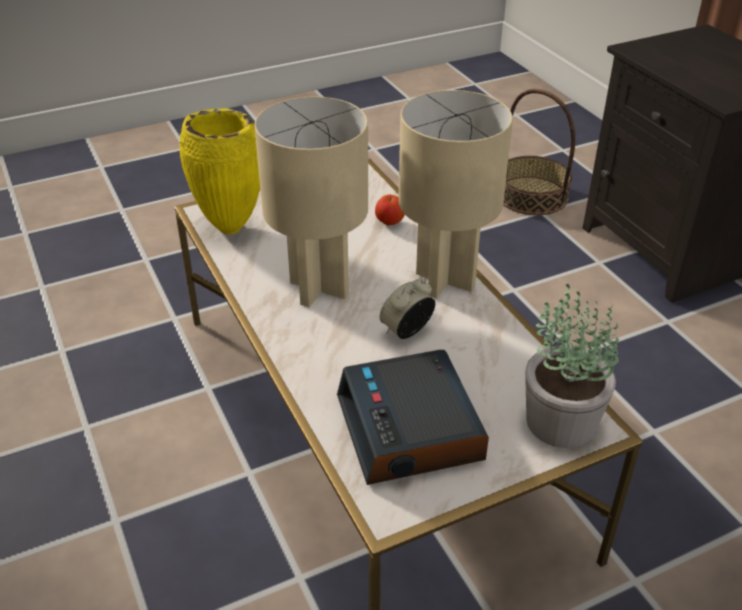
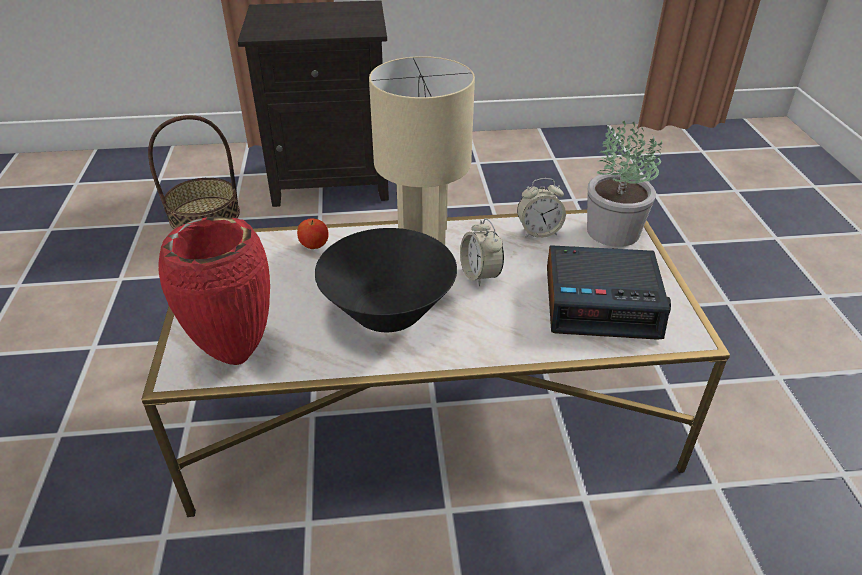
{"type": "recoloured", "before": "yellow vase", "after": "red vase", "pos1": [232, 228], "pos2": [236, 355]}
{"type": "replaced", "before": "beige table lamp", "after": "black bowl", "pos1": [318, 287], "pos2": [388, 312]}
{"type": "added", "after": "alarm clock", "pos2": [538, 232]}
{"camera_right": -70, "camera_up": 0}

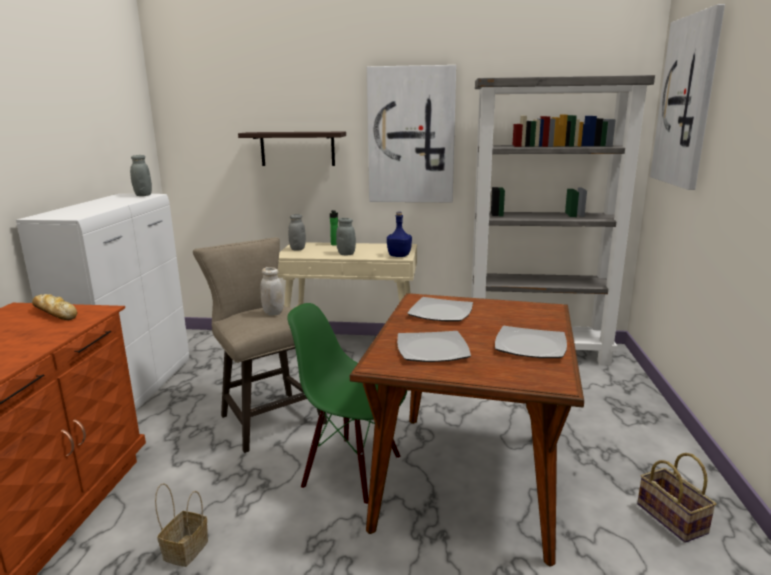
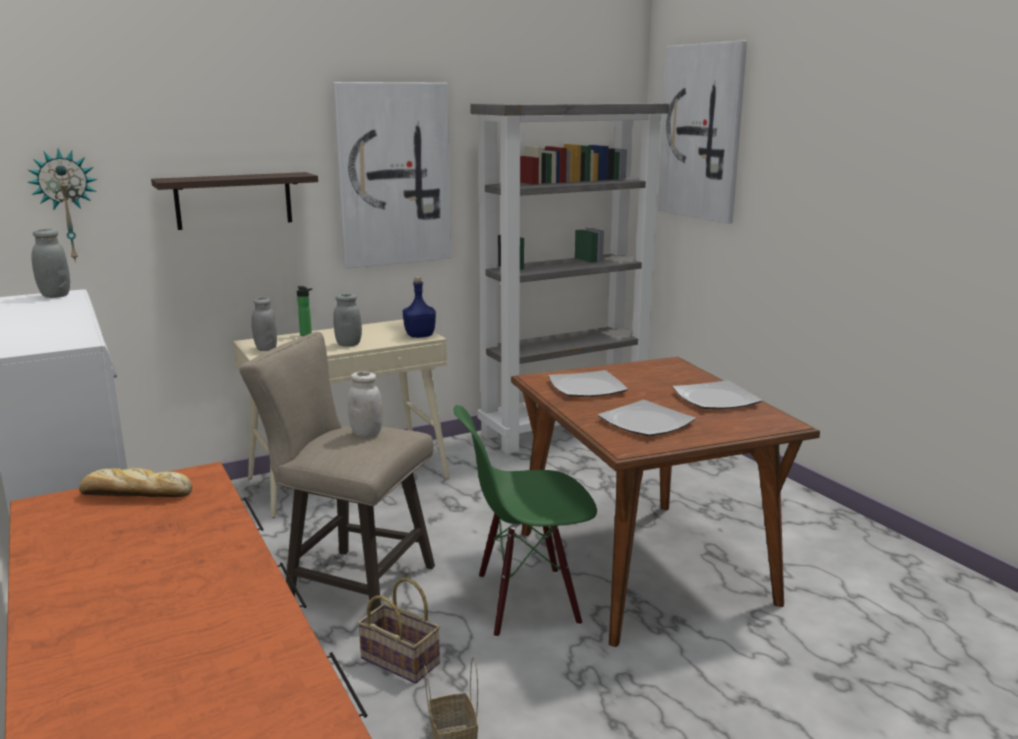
{"type": "added", "after": "wall clock", "pos2": [66, 205]}
{"type": "moved", "before": "basket", "pos1": [673, 519], "pos2": [402, 661]}
{"camera_right": -35, "camera_up": 0}

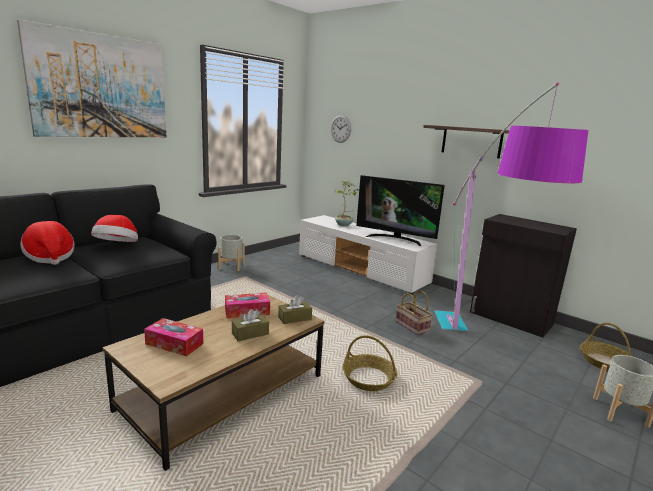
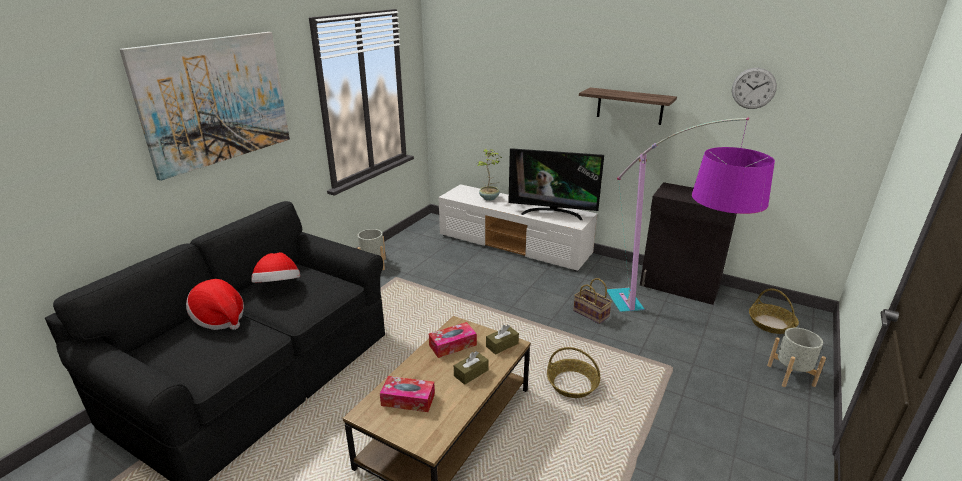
{"type": "moved", "before": "wall clock", "pos1": [340, 129], "pos2": [753, 88]}
{"camera_right": -10, "camera_up": 10}

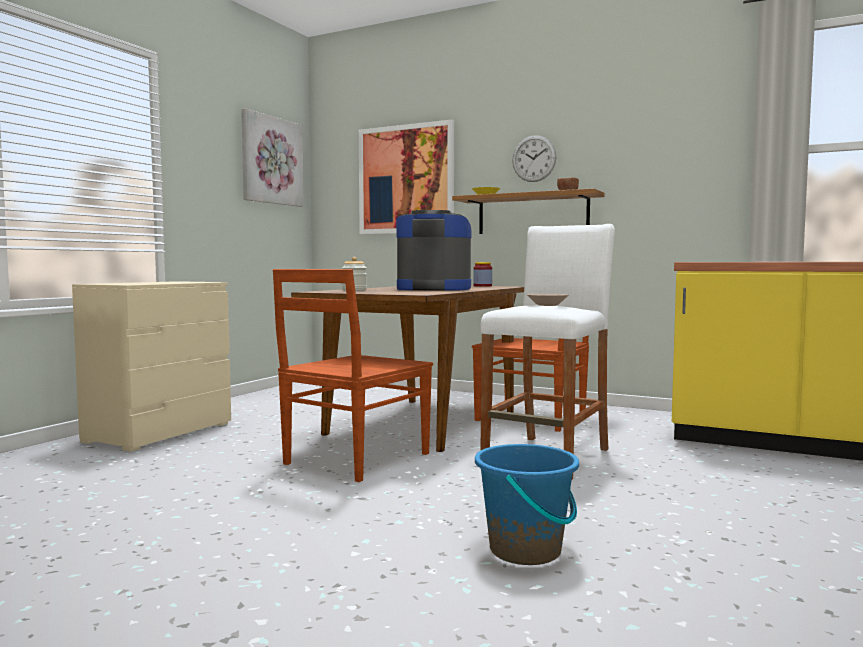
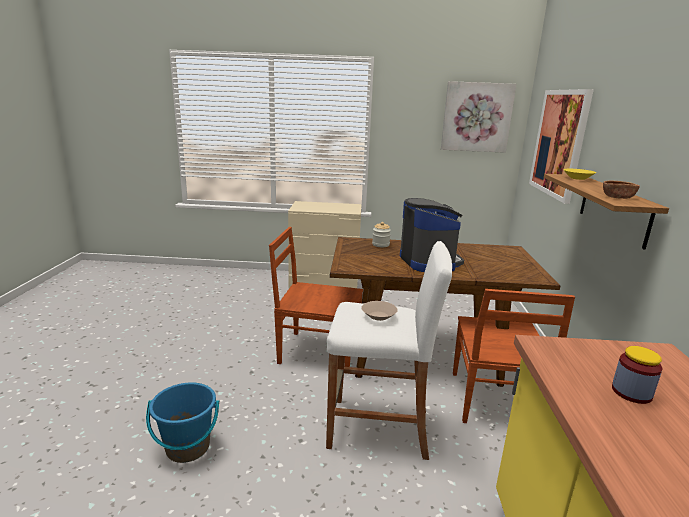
{"type": "moved", "before": "jar", "pos1": [482, 286], "pos2": [631, 392]}
{"type": "removed", "before": "wall clock", "pos1": [534, 158]}
{"camera_right": 65, "camera_up": 15}

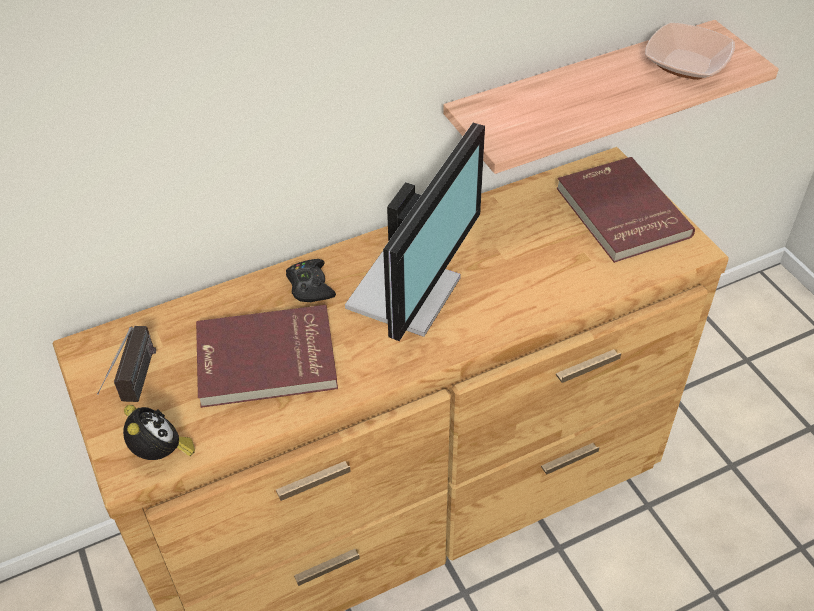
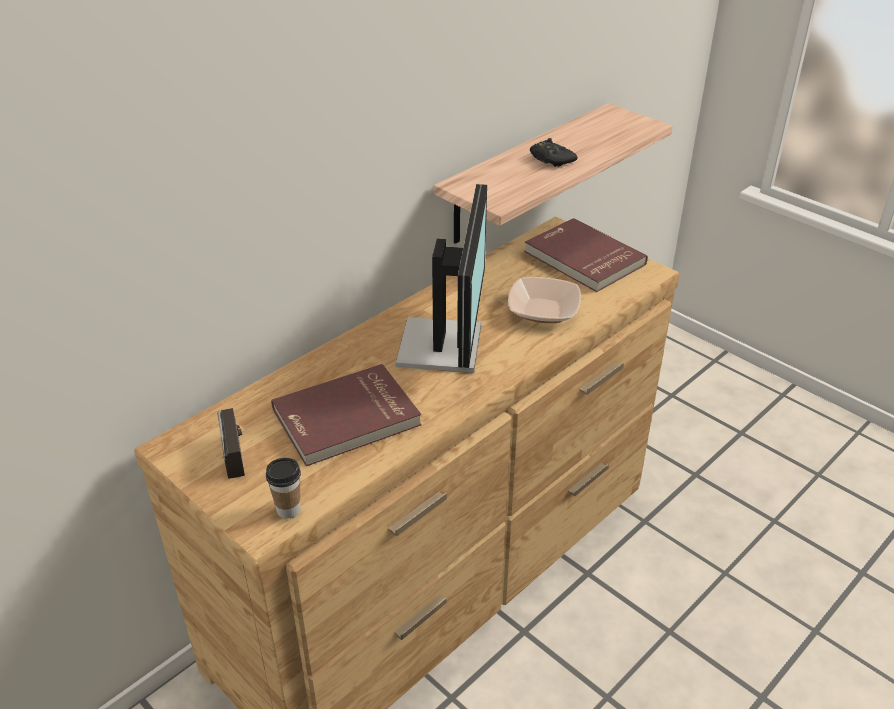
{"type": "replaced", "before": "alarm clock", "after": "cup", "pos1": [161, 454], "pos2": [288, 509]}
{"type": "moved", "before": "bowl", "pos1": [686, 64], "pos2": [543, 311]}
{"type": "moved", "before": "black game controller", "pos1": [310, 286], "pos2": [551, 159]}
{"camera_right": -20, "camera_up": -10}

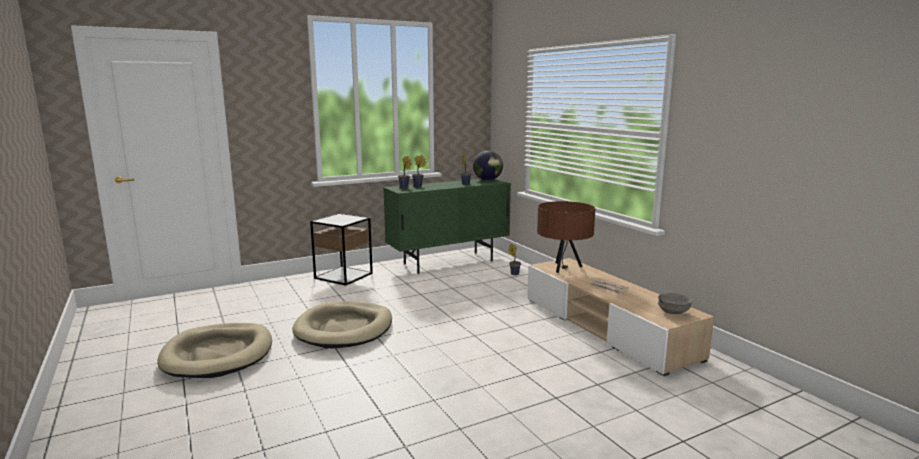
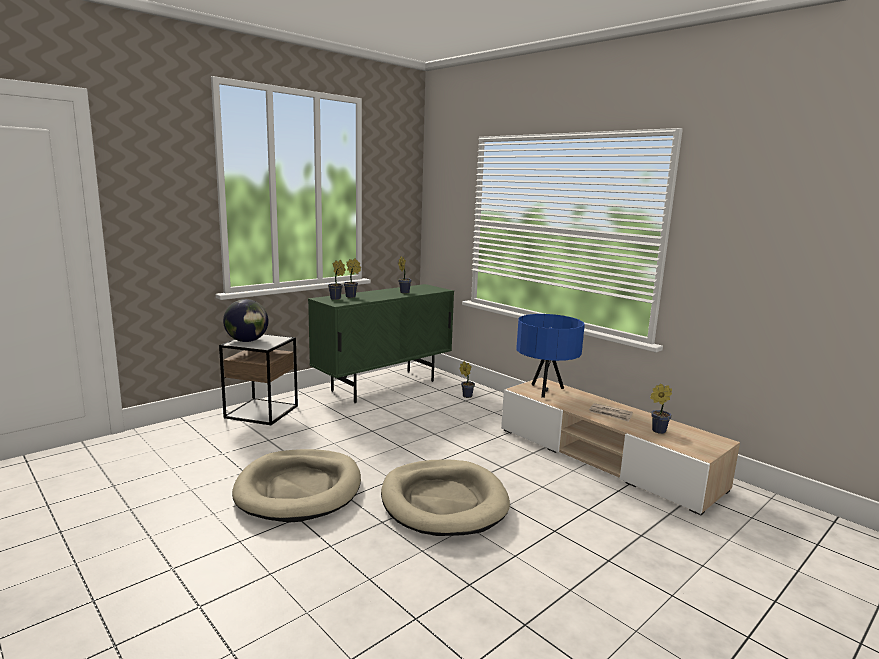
{"type": "moved", "before": "globe", "pos1": [487, 180], "pos2": [247, 341]}
{"type": "moved", "before": "beige dog bed", "pos1": [218, 354], "pos2": [443, 501]}
{"type": "recoloured", "before": "brown table lamp", "after": "blue table lamp", "pos1": [563, 268], "pos2": [545, 392]}
{"type": "added", "after": "potted plant", "pos2": [657, 431]}
{"type": "removed", "before": "grey bowl", "pos1": [673, 312]}
{"camera_right": -15, "camera_up": 0}

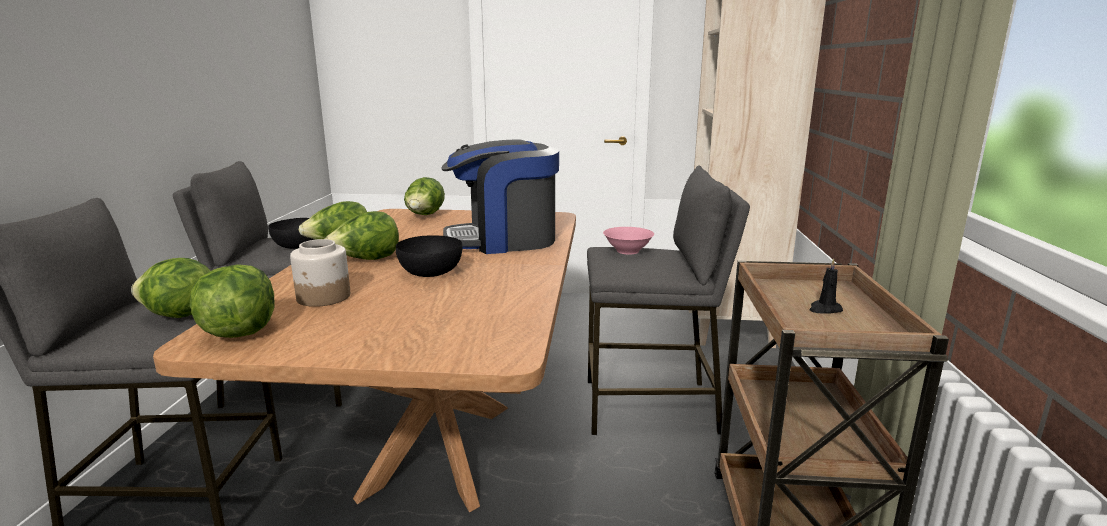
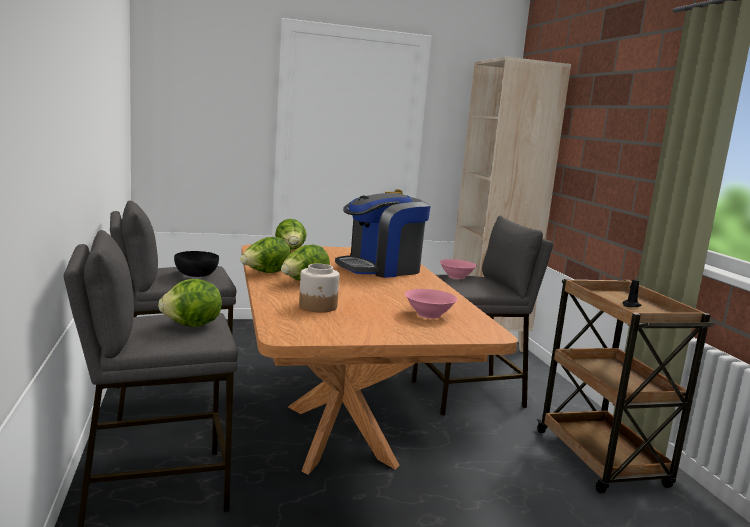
{"type": "added", "after": "pink bowl", "pos2": [428, 314]}
{"type": "removed", "before": "lettuce", "pos1": [239, 332]}
{"type": "removed", "before": "black bowl", "pos1": [431, 272]}
{"camera_right": -20, "camera_up": -5}

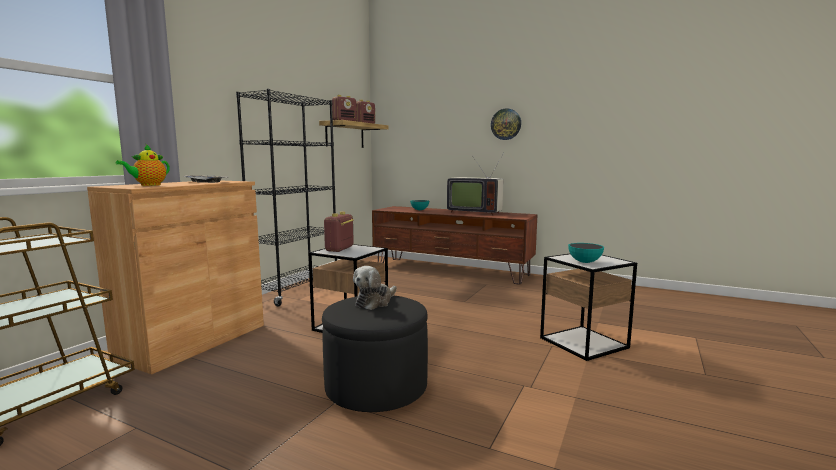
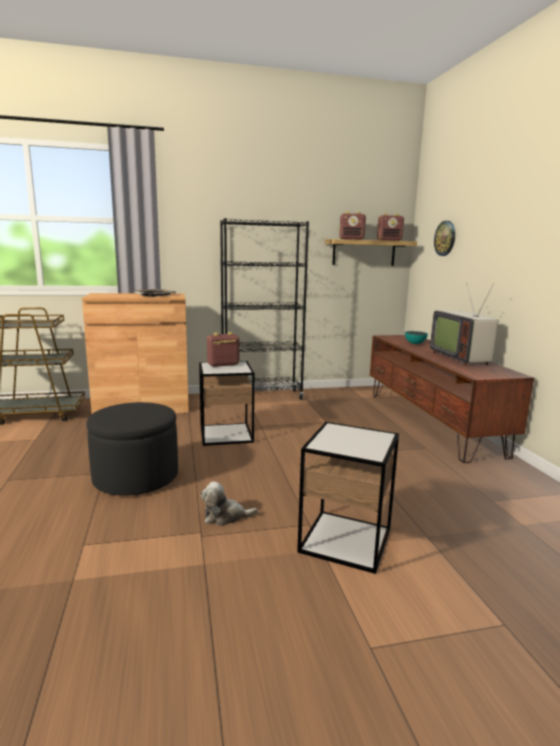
{"type": "moved", "before": "plush toy", "pos1": [375, 302], "pos2": [225, 517]}
{"type": "moved", "before": "wall clock", "pos1": [506, 124], "pos2": [445, 238]}
{"type": "removed", "before": "teapot", "pos1": [148, 185]}
{"type": "removed", "before": "bowl", "pos1": [585, 262]}
{"camera_right": 50, "camera_up": 5}

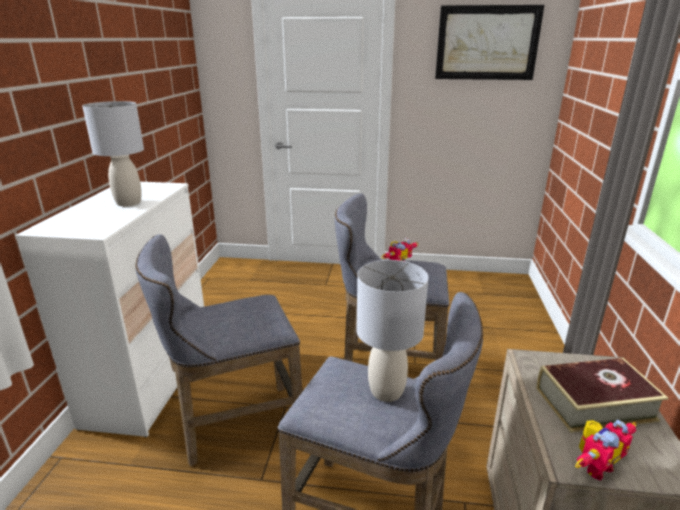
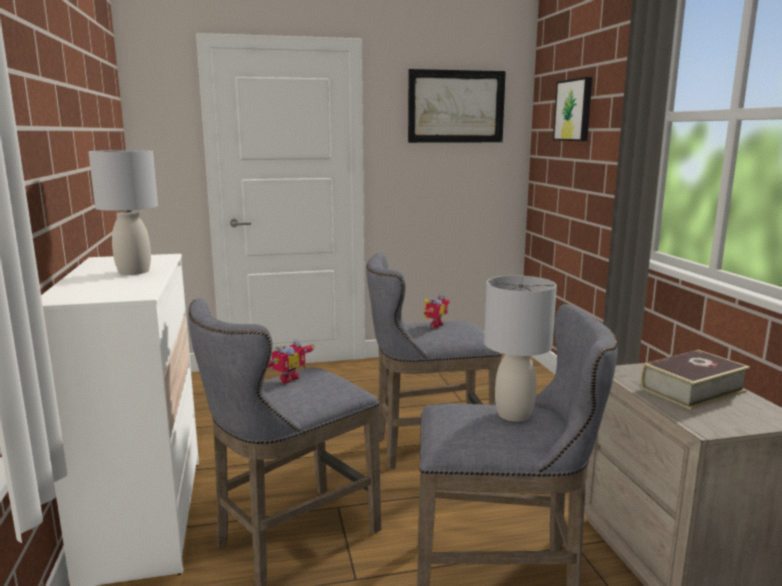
{"type": "moved", "before": "toy robot", "pos1": [594, 465], "pos2": [286, 378]}
{"type": "added", "after": "picture", "pos2": [574, 110]}
{"camera_right": -20, "camera_up": -10}

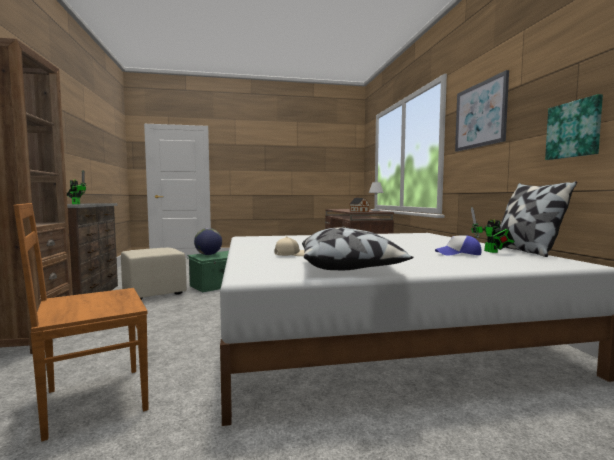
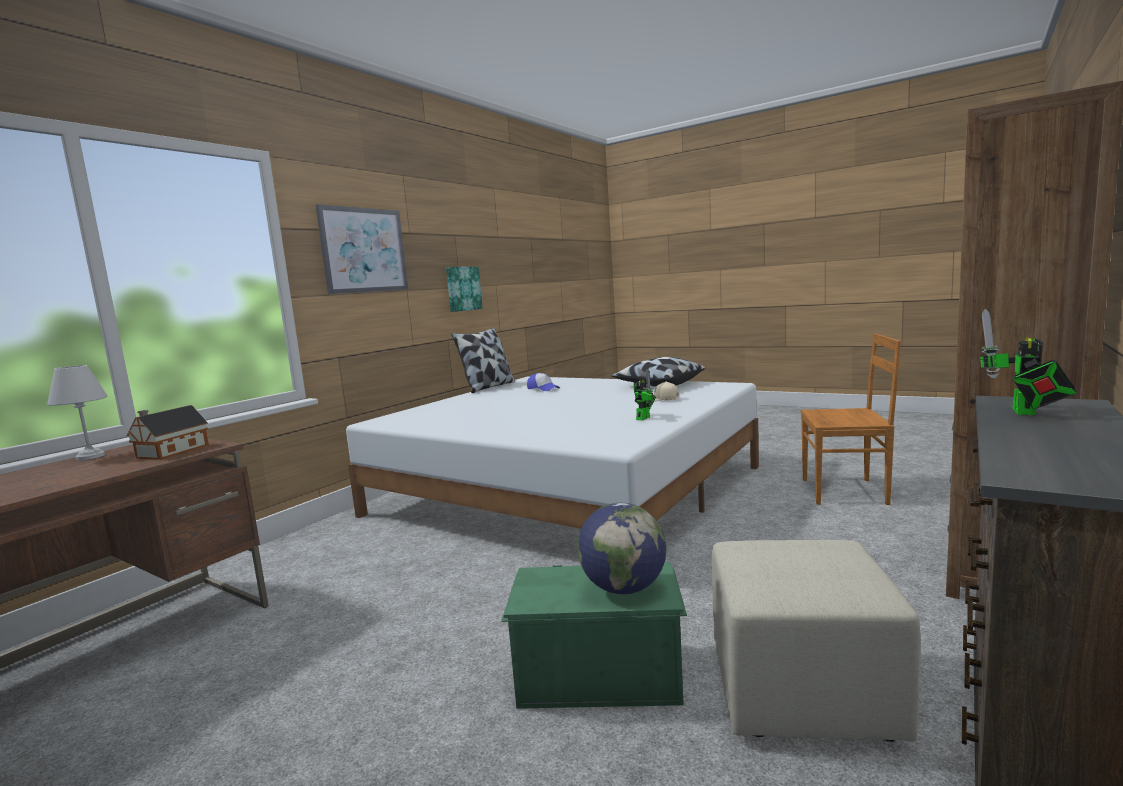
{"type": "moved", "before": "toy robot", "pos1": [492, 252], "pos2": [644, 418]}
{"camera_right": -135, "camera_up": 5}

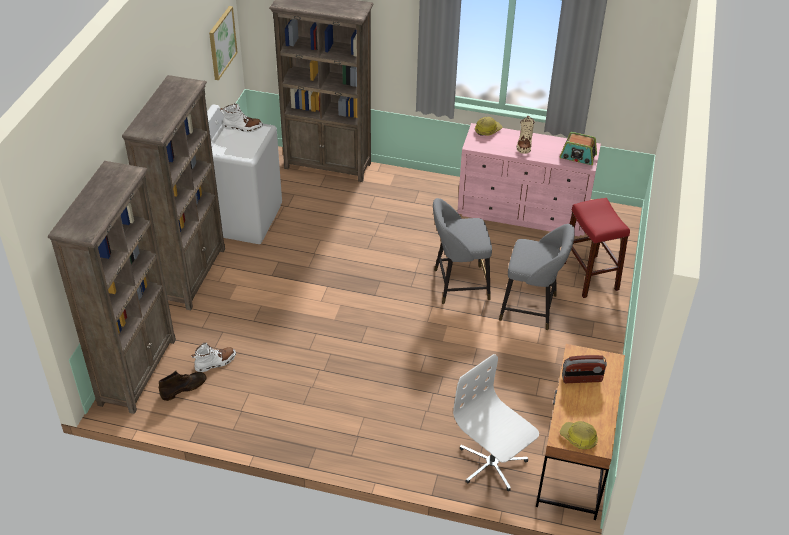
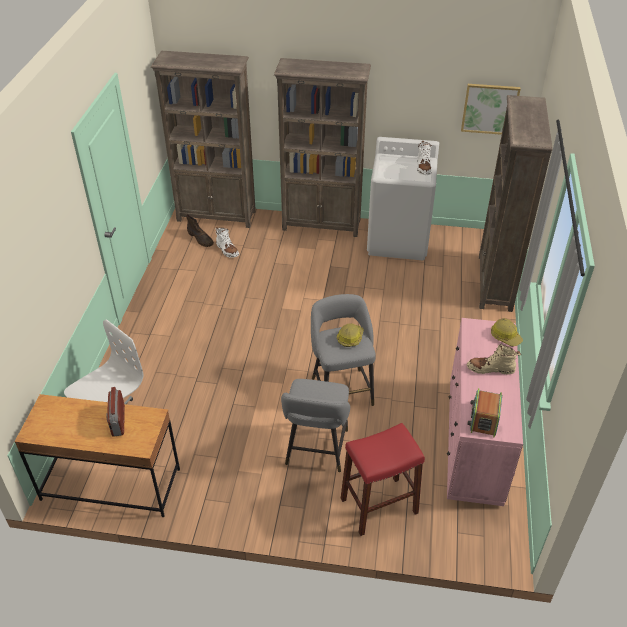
{"type": "moved", "before": "hard hat", "pos1": [578, 438], "pos2": [350, 338]}
{"camera_right": 85, "camera_up": 0}

